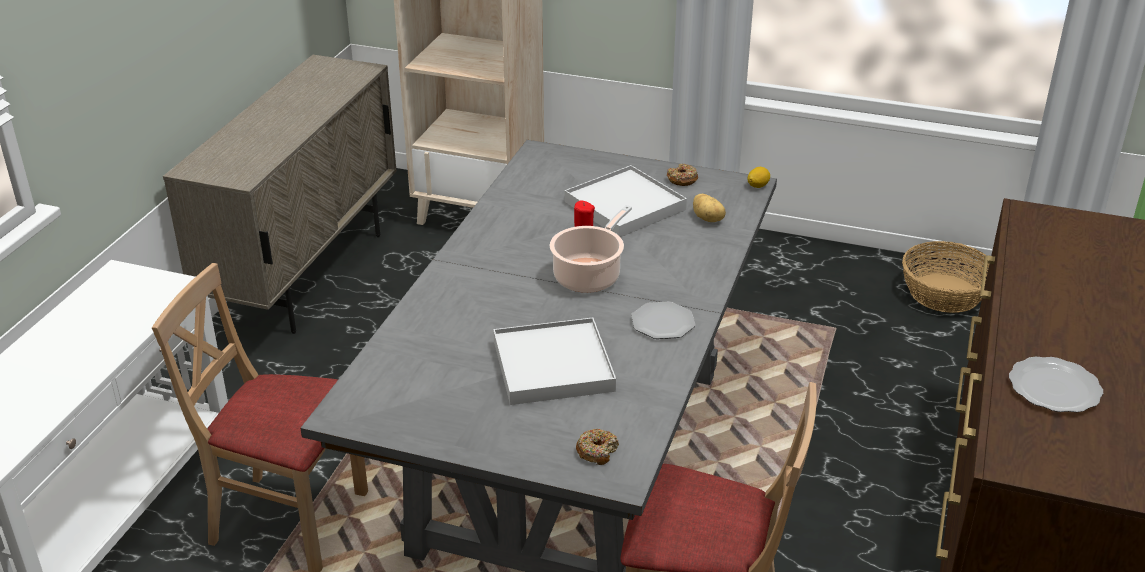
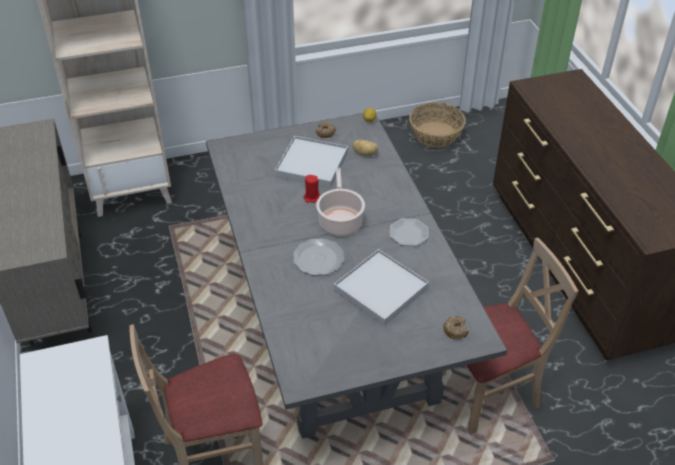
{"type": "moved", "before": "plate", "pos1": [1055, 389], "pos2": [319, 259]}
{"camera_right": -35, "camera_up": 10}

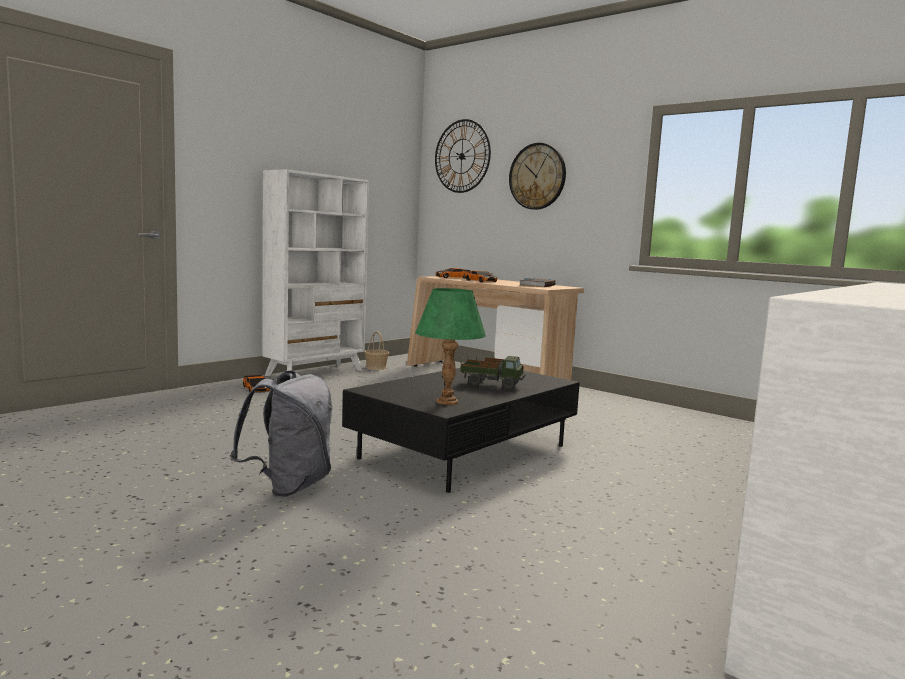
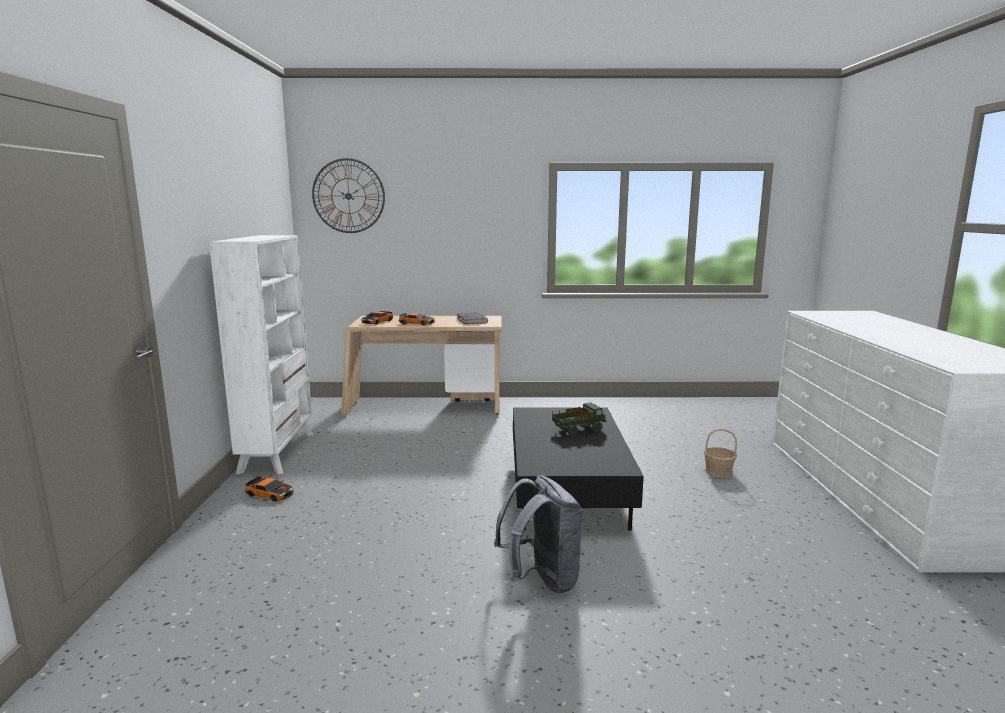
{"type": "moved", "before": "basket", "pos1": [376, 367], "pos2": [718, 472]}
{"type": "removed", "before": "green table lamp", "pos1": [446, 402]}
{"type": "removed", "before": "wall clock", "pos1": [537, 176]}
{"camera_right": -40, "camera_up": 5}

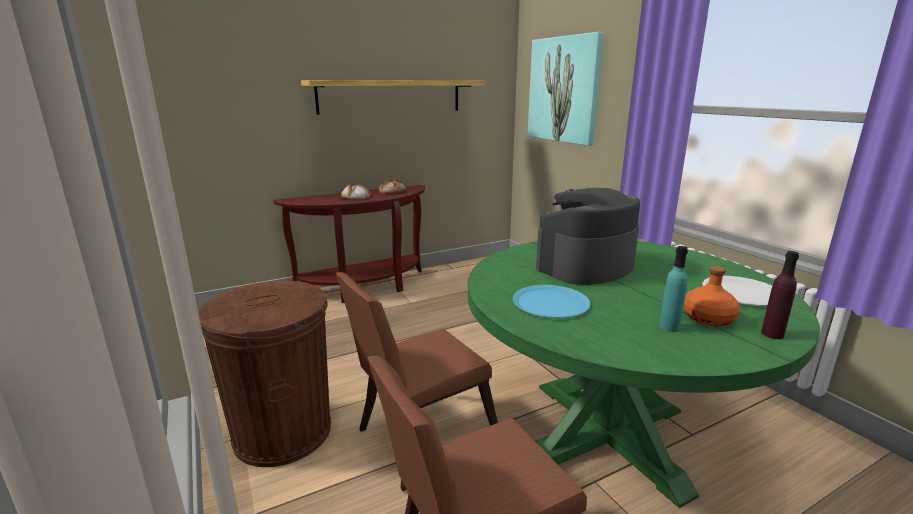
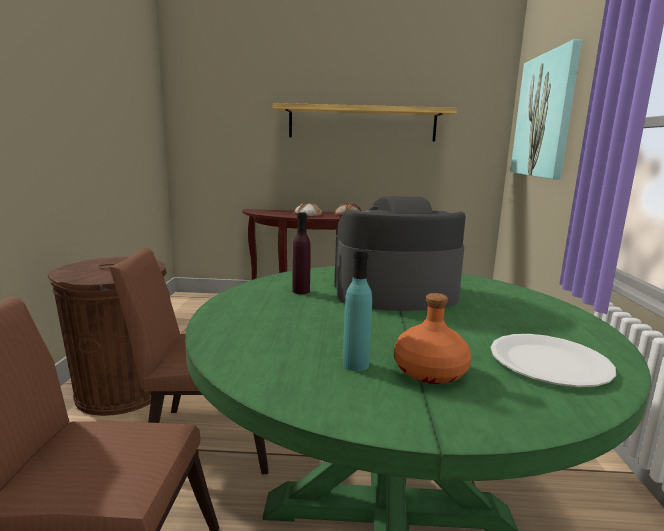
{"type": "moved", "before": "purple bottle", "pos1": [772, 334], "pos2": [301, 291]}
{"type": "removed", "before": "blue plate", "pos1": [550, 303]}
{"camera_right": 30, "camera_up": -5}

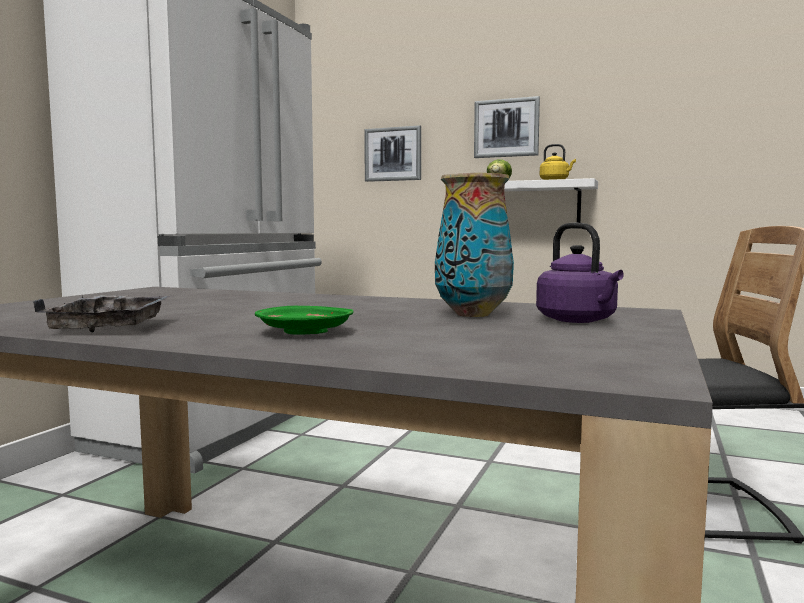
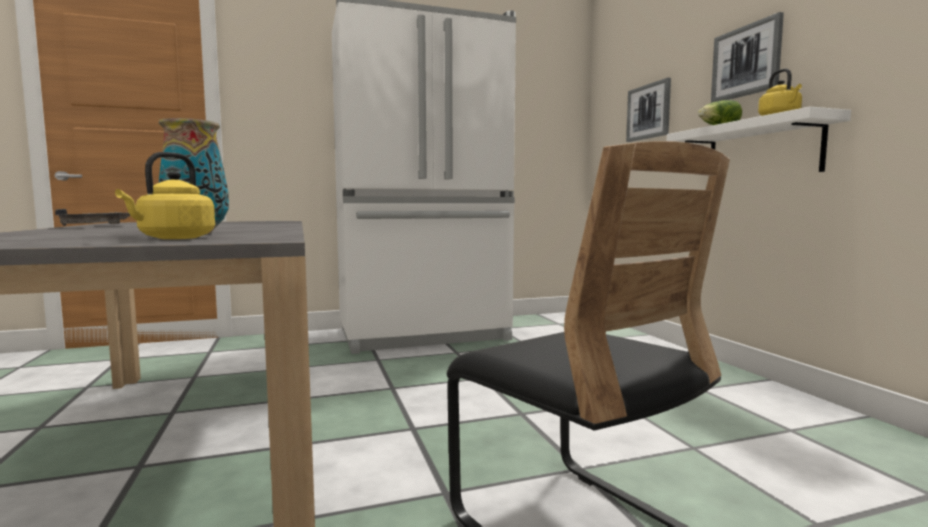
{"type": "recoloured", "before": "purple kettle", "after": "yellow kettle", "pos1": [579, 320], "pos2": [174, 238]}
{"type": "removed", "before": "green plate", "pos1": [305, 332]}
{"camera_right": 50, "camera_up": 0}

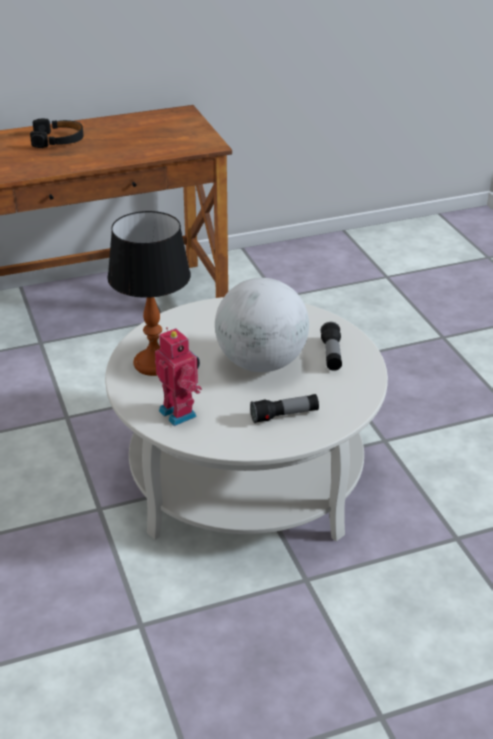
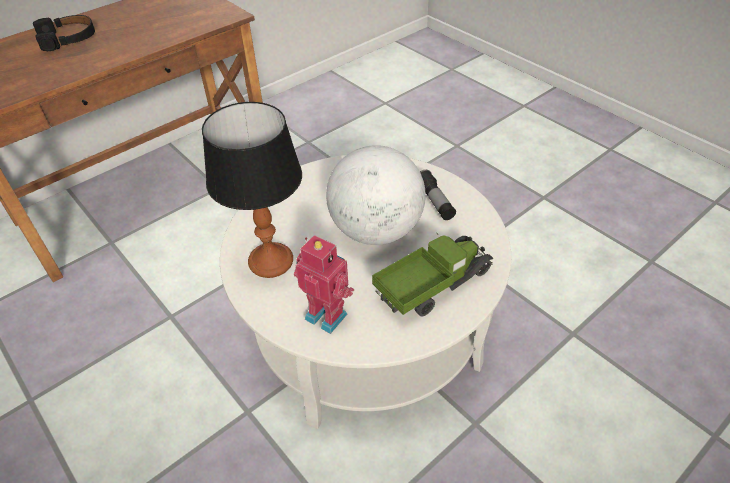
{"type": "replaced", "before": "flashlight", "after": "toy truck", "pos1": [284, 415], "pos2": [432, 285]}
{"camera_right": -20, "camera_up": 10}

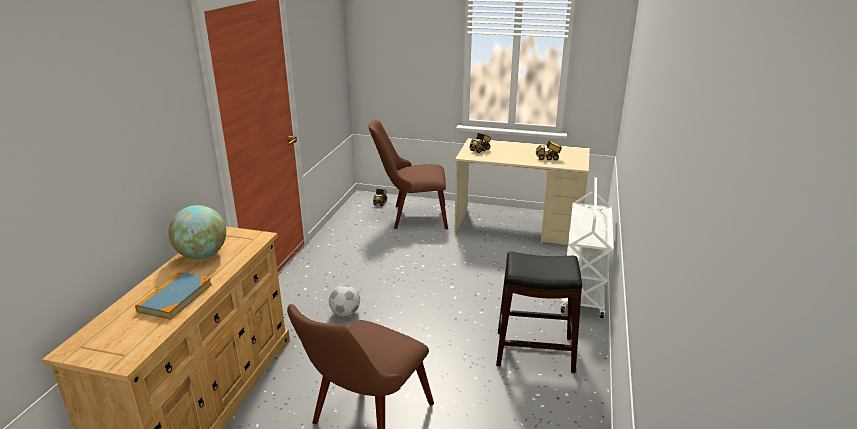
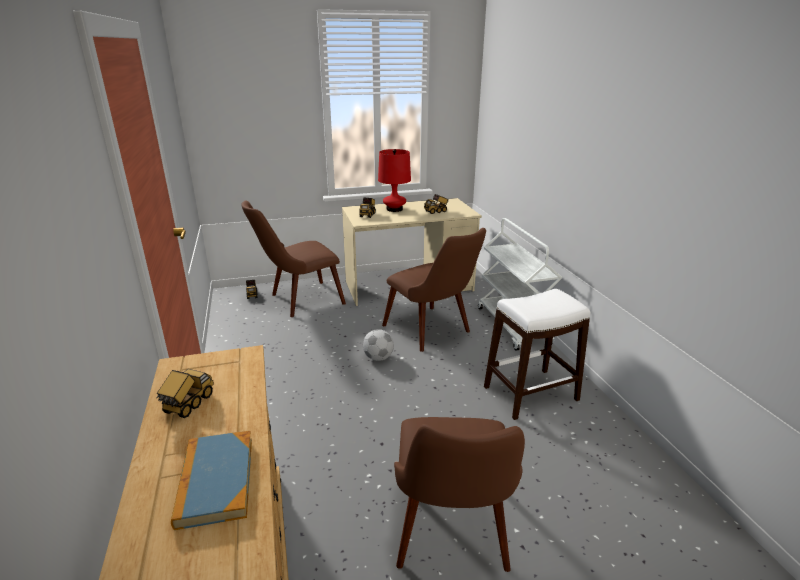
{"type": "replaced", "before": "globe", "after": "toy truck", "pos1": [202, 255], "pos2": [188, 405]}
{"type": "moved", "before": "football", "pos1": [345, 313], "pos2": [378, 357]}
{"type": "added", "after": "red table lamp", "pos2": [394, 209]}
{"type": "added", "after": "brown chair", "pos2": [433, 332]}
{"type": "recoloured", "before": "black stool", "after": "white stool", "pos1": [534, 351], "pos2": [530, 393]}
{"camera_right": -30, "camera_up": 0}

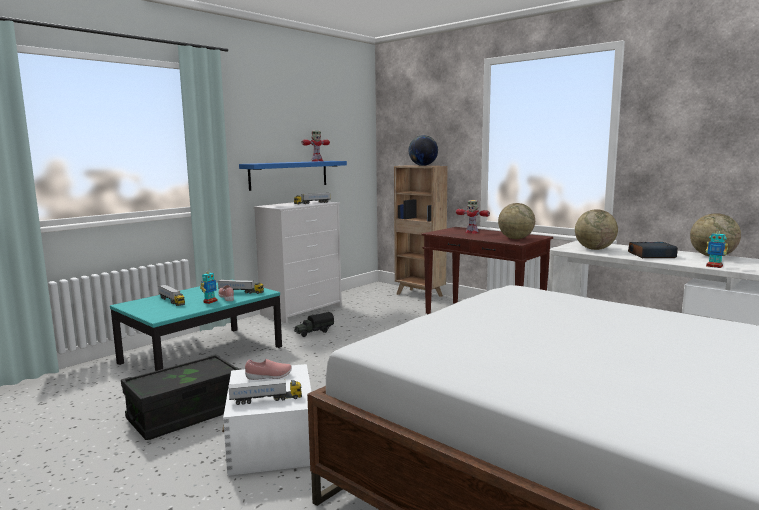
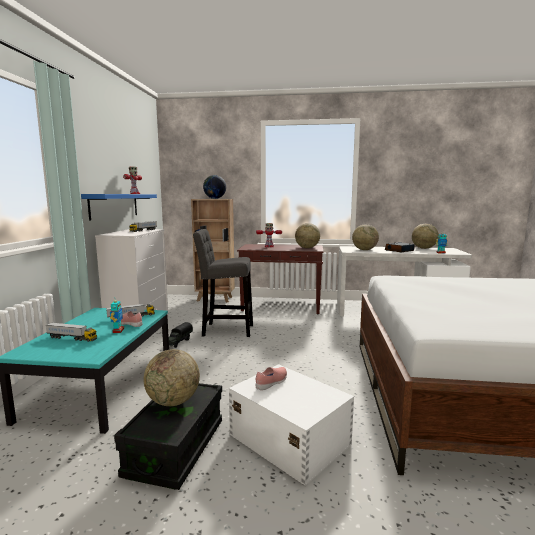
{"type": "added", "after": "globe", "pos2": [173, 401]}
{"type": "added", "after": "grey stool", "pos2": [225, 330]}
{"type": "removed", "before": "toy truck", "pos1": [266, 400]}
{"camera_right": -35, "camera_up": 0}

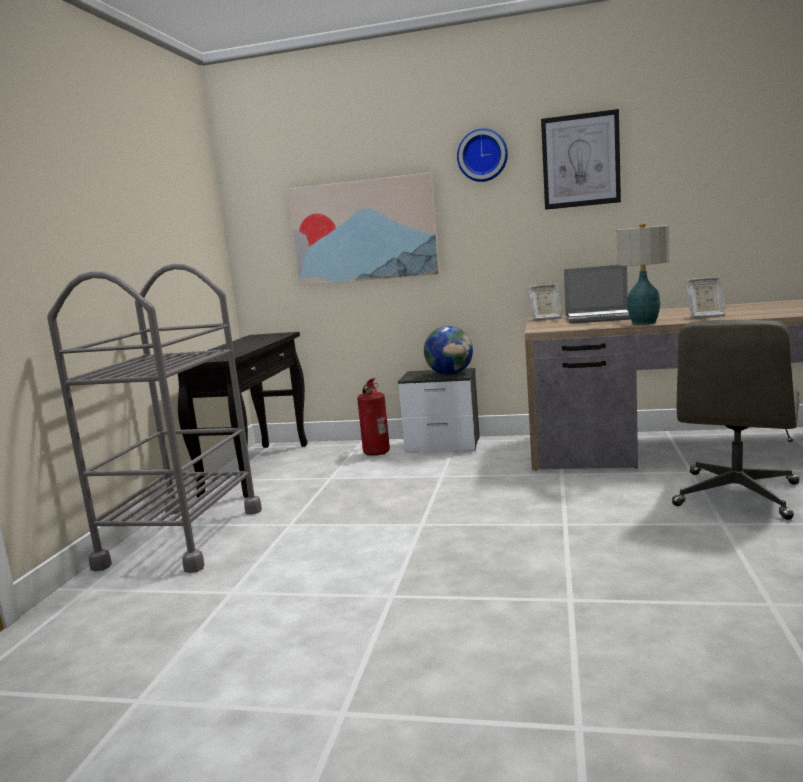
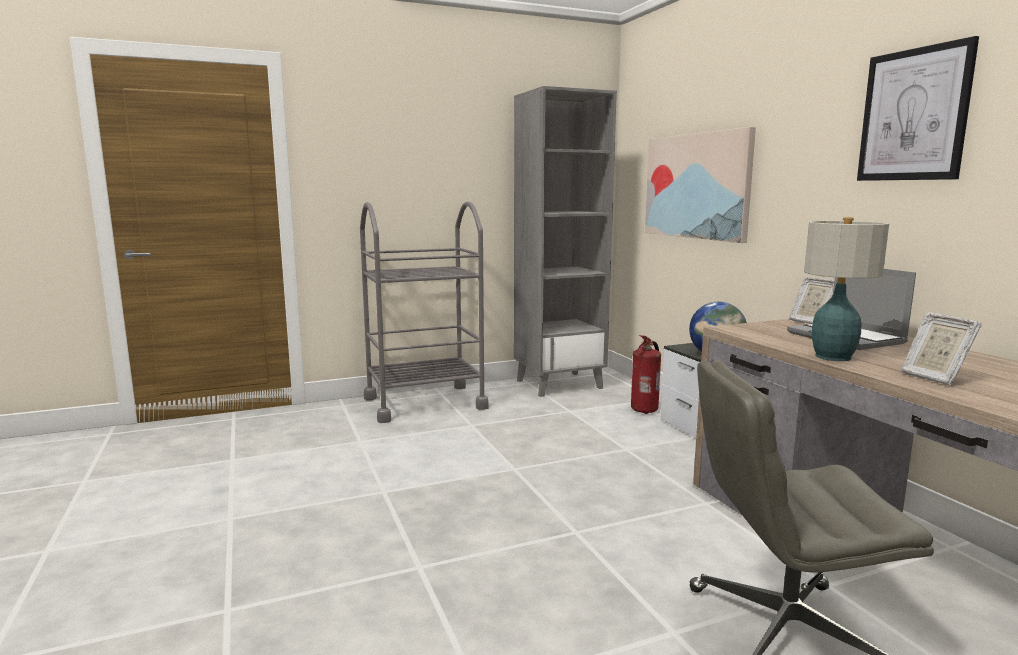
{"type": "replaced", "before": "black console table", "after": "grey bookcase", "pos1": [258, 468], "pos2": [559, 384]}
{"type": "removed", "before": "wall clock", "pos1": [482, 155]}
{"camera_right": 55, "camera_up": 0}

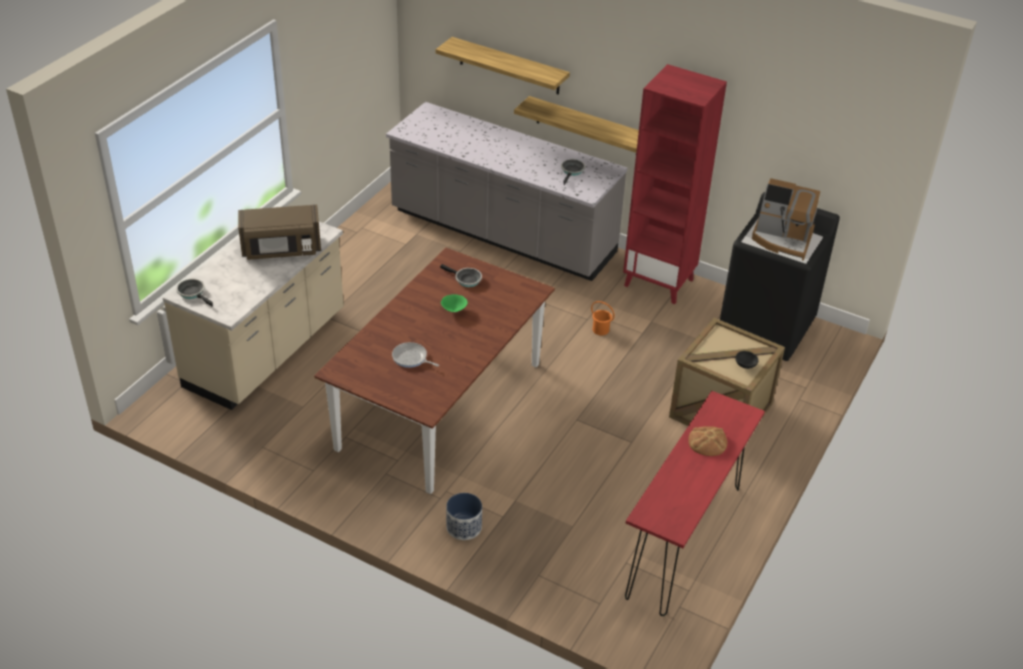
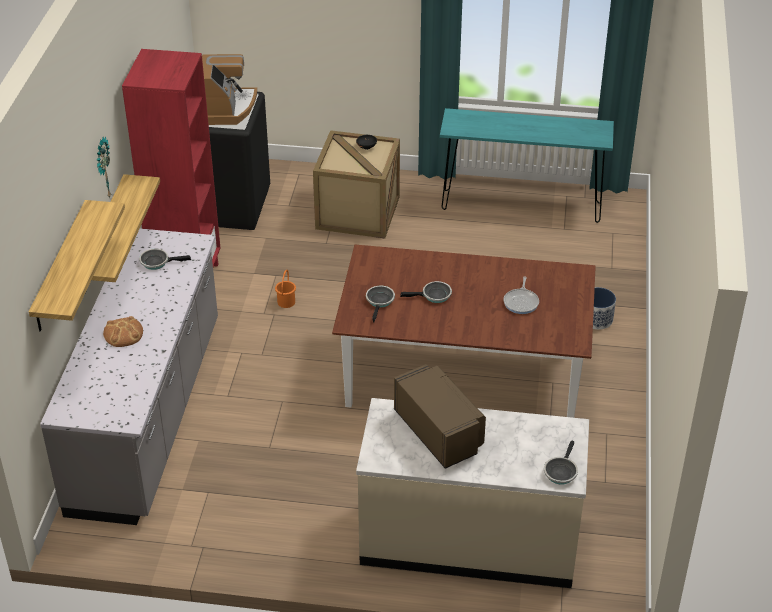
{"type": "added", "after": "wall clock", "pos2": [102, 169]}
{"type": "moved", "before": "bread", "pos1": [707, 442], "pos2": [123, 333]}
{"type": "replaced", "before": "green bowl", "after": "frying pan", "pos1": [454, 310], "pos2": [434, 296]}
{"type": "recoloured", "before": "red console table", "after": "turquoise console table", "pos1": [684, 541], "pos2": [521, 206]}
{"camera_right": -110, "camera_up": 0}

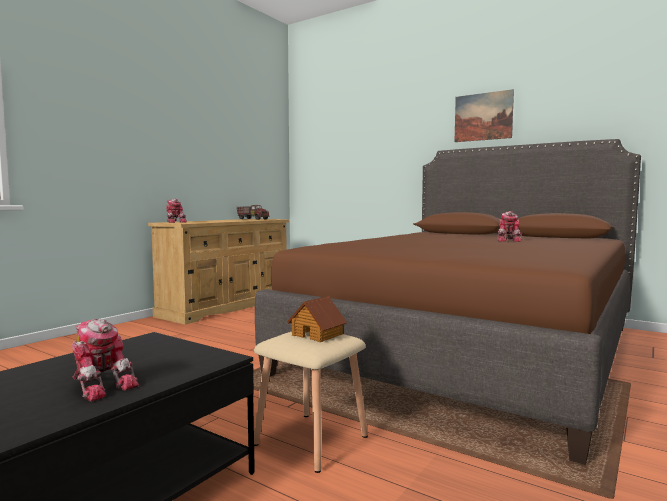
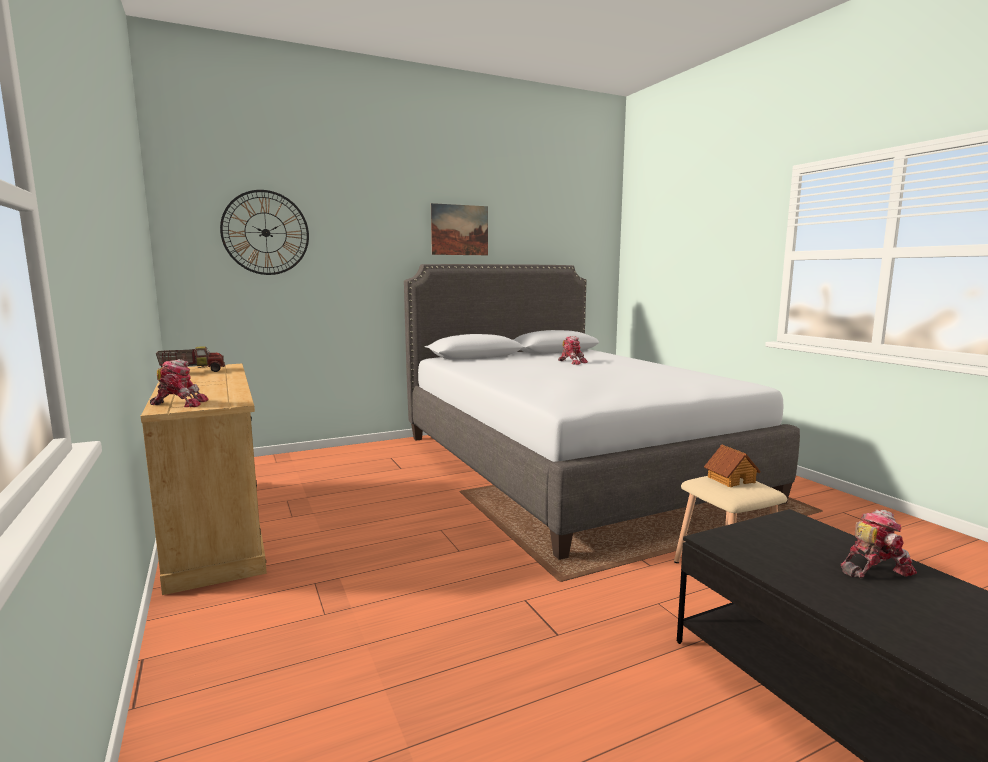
{"type": "added", "after": "wall clock", "pos2": [265, 232]}
{"type": "recoloured", "before": "brown bed", "after": "grey bed", "pos1": [470, 348], "pos2": [568, 466]}
{"camera_right": -60, "camera_up": 5}

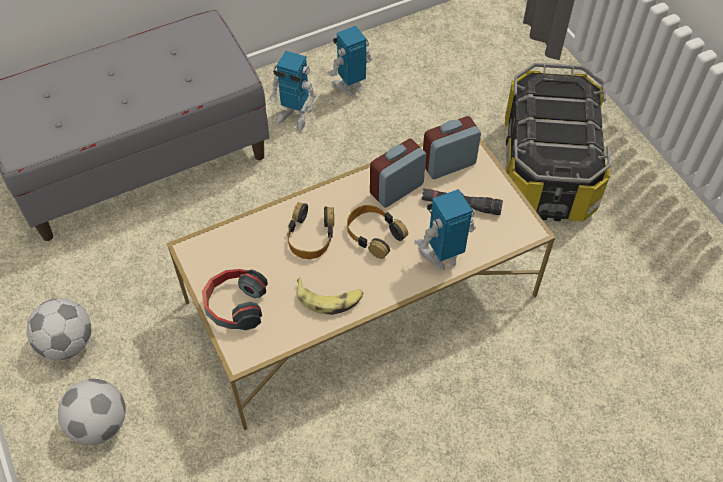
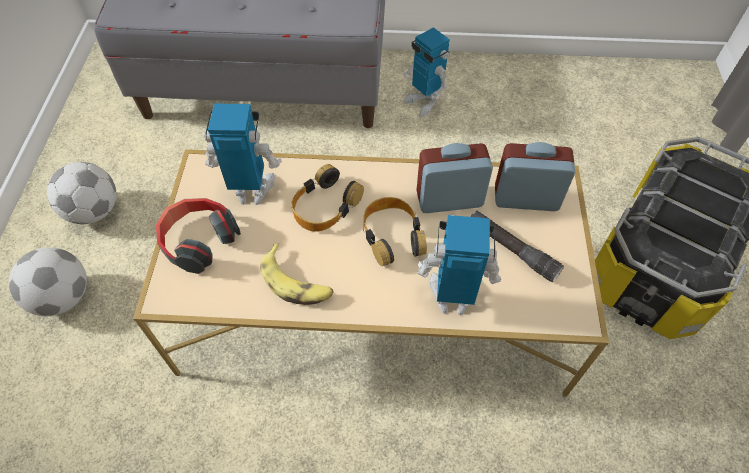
{"type": "moved", "before": "toy robot", "pos1": [350, 86], "pos2": [251, 191]}
{"camera_right": 30, "camera_up": 0}

